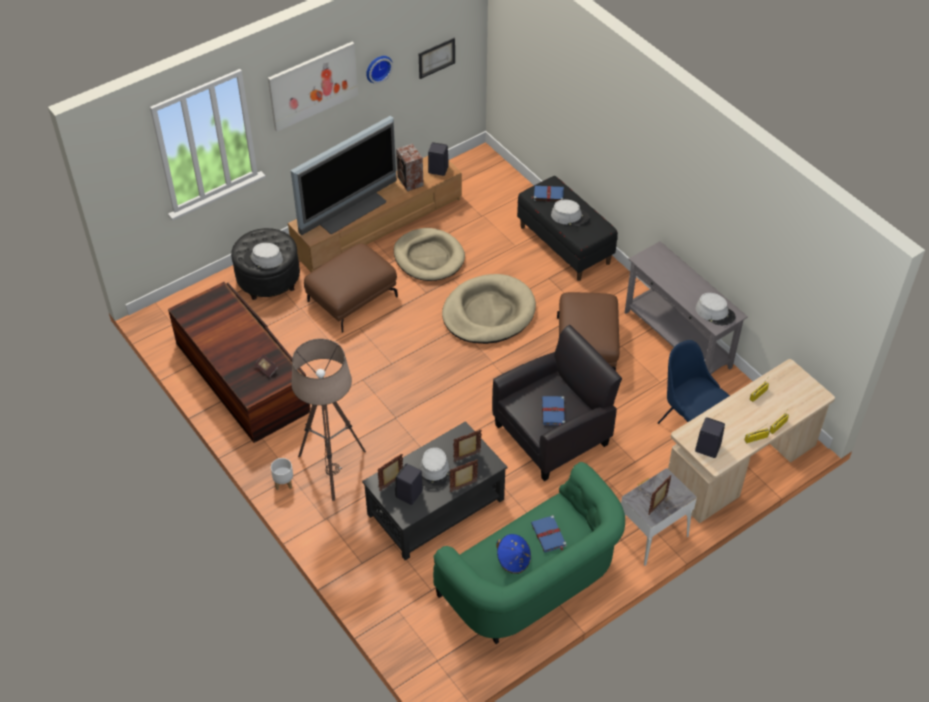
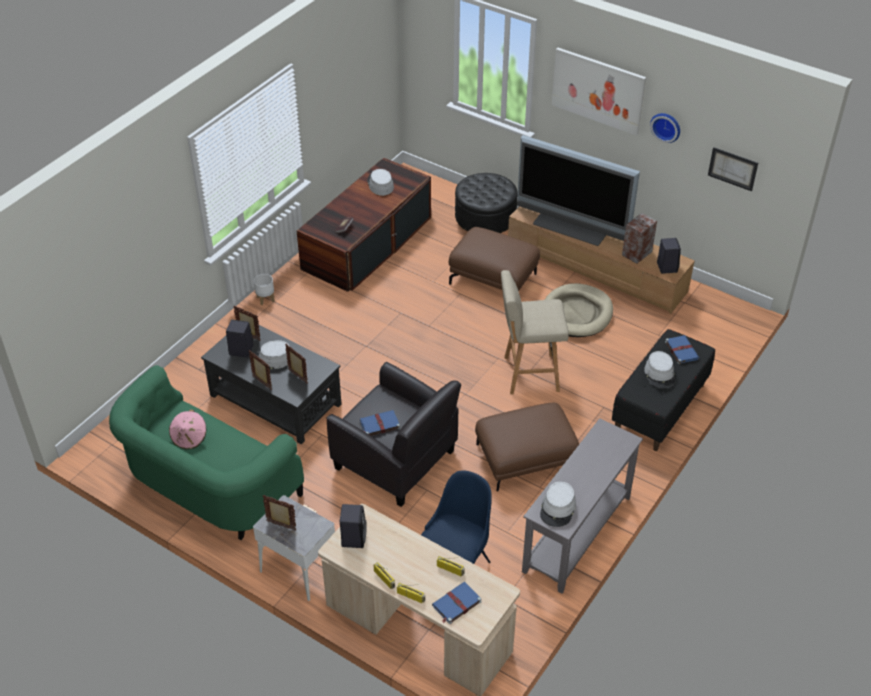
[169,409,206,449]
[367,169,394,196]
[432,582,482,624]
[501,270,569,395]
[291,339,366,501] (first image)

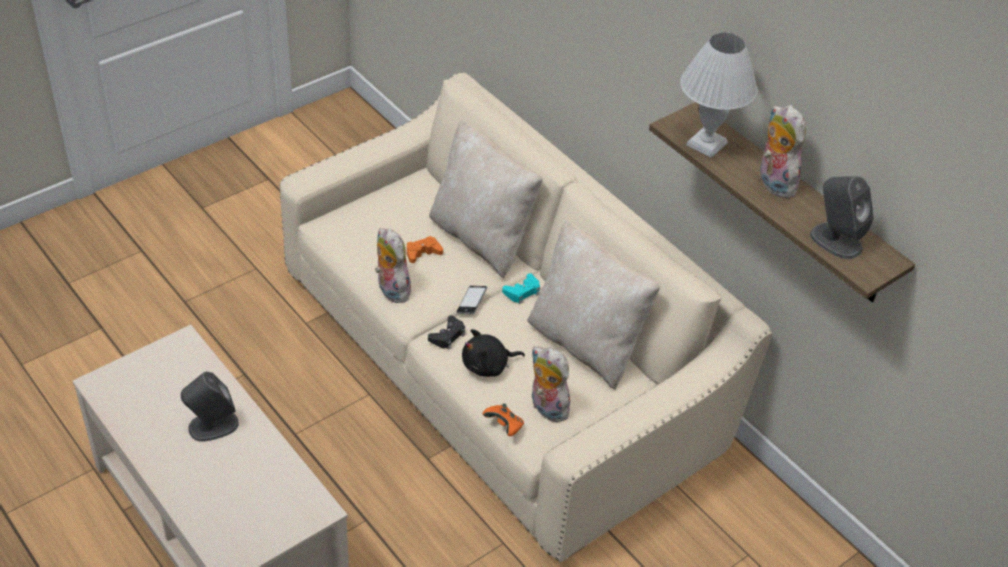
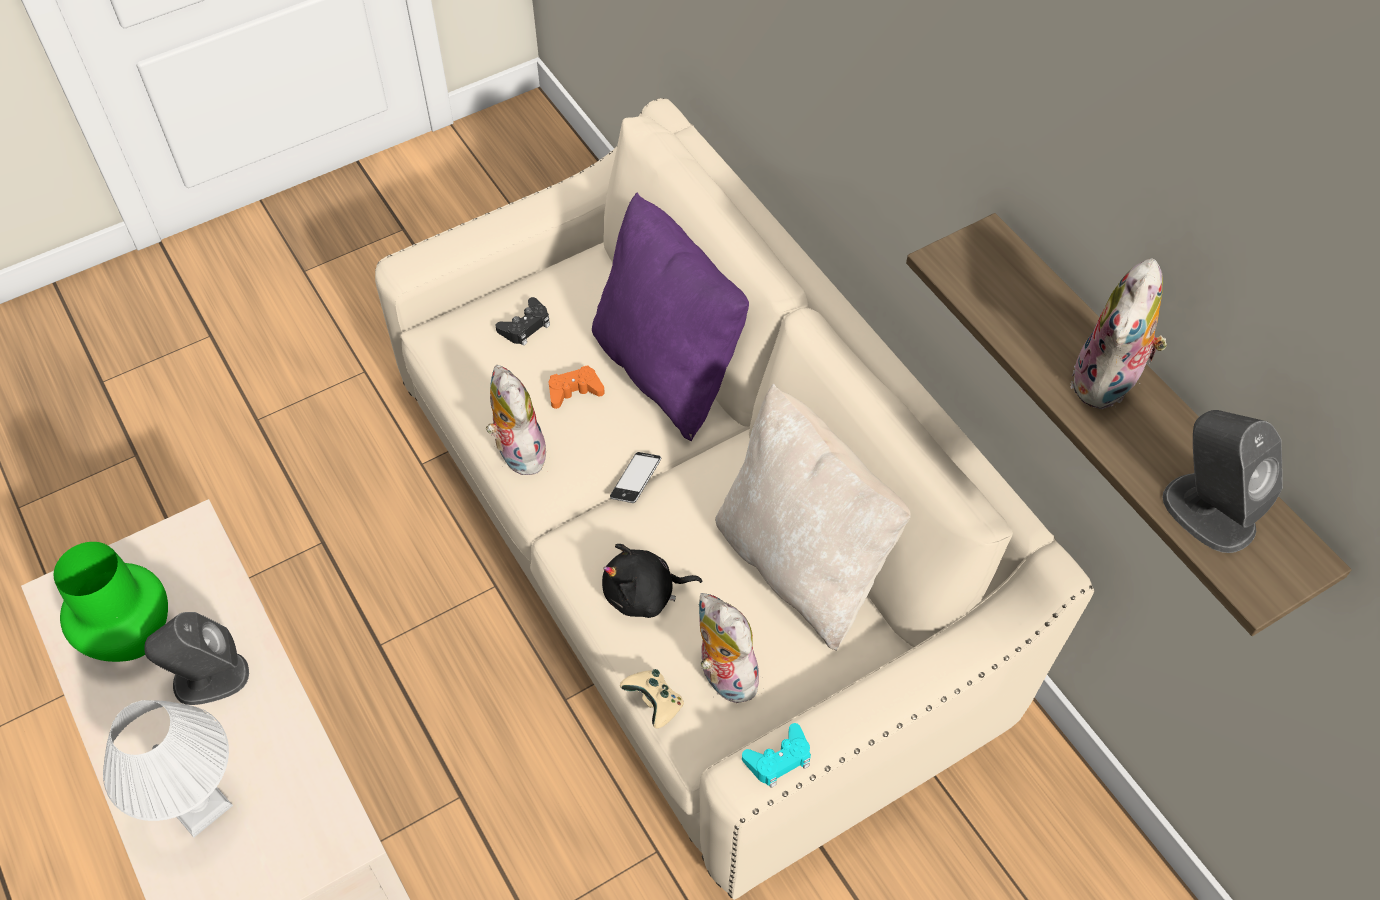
[54,542,168,662]
[103,700,233,837]
[495,297,550,346]
[592,193,749,441]
[620,669,684,728]
[742,723,811,788]
[1070,258,1167,409]

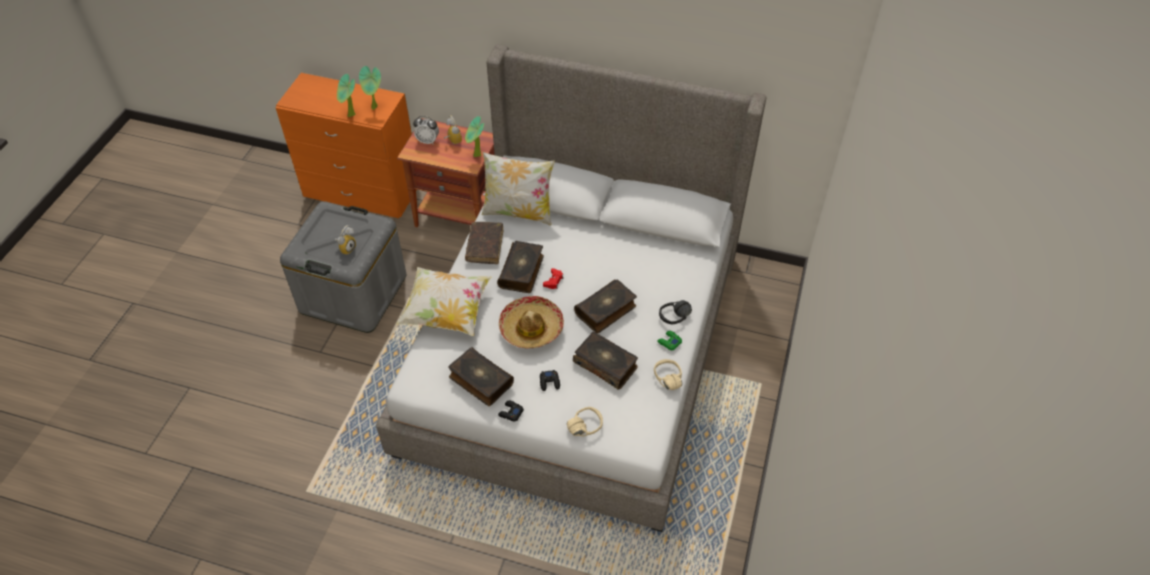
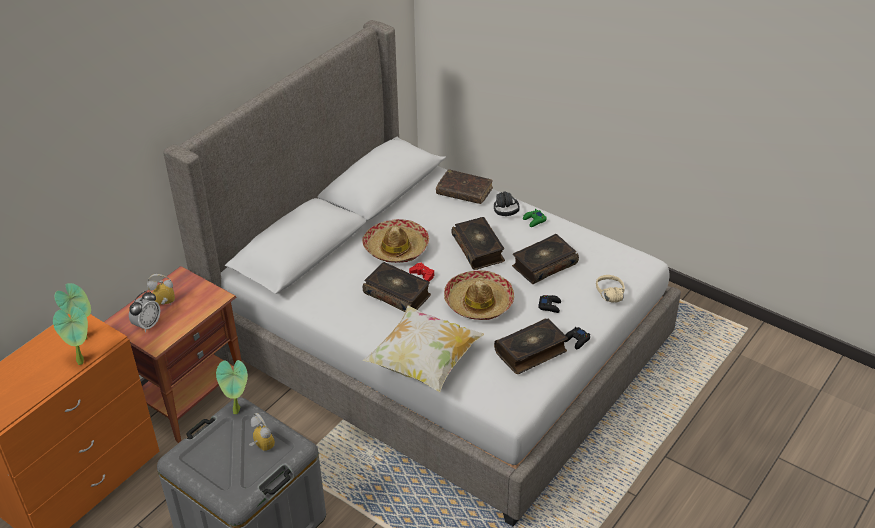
[216,360,248,414]
[362,219,429,263]
[436,169,493,204]
[482,152,555,226] (first image)
[654,359,682,390] (first image)

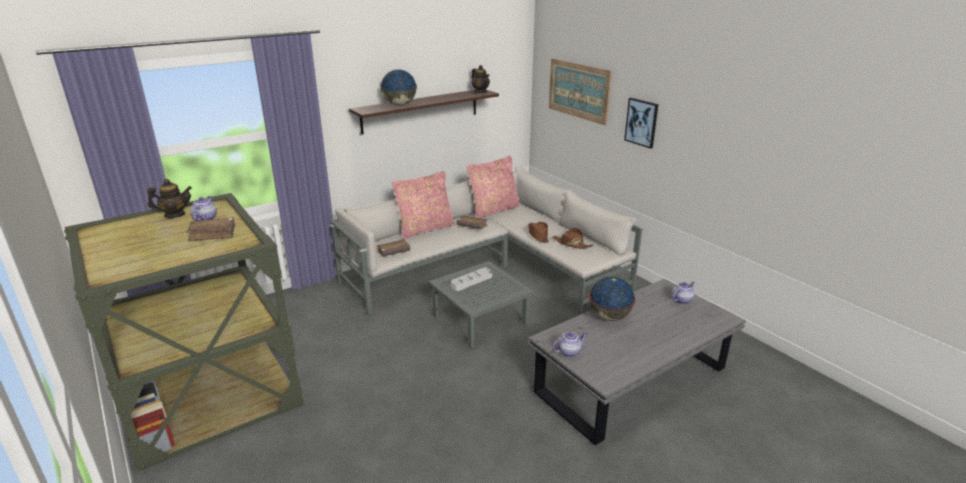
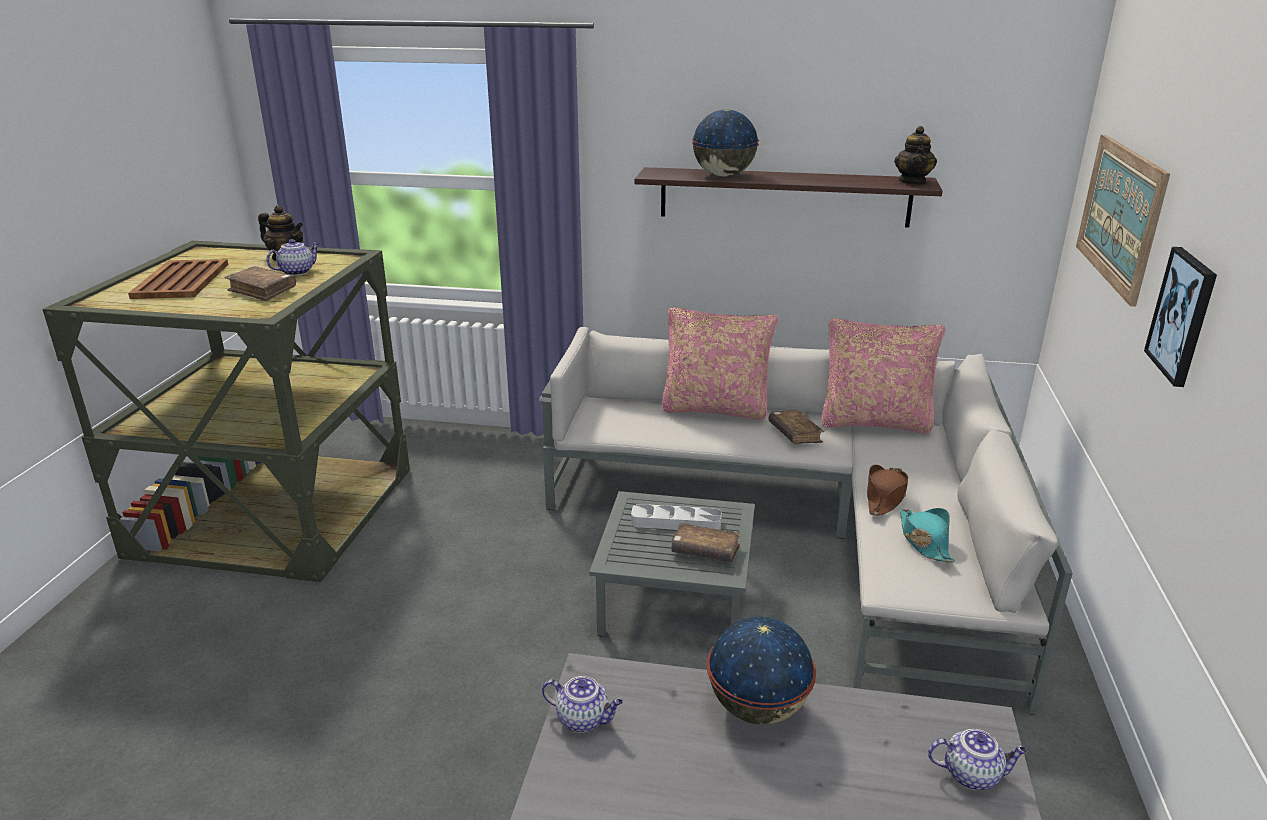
[128,259,228,299]
[671,523,741,562]
[900,508,955,563]

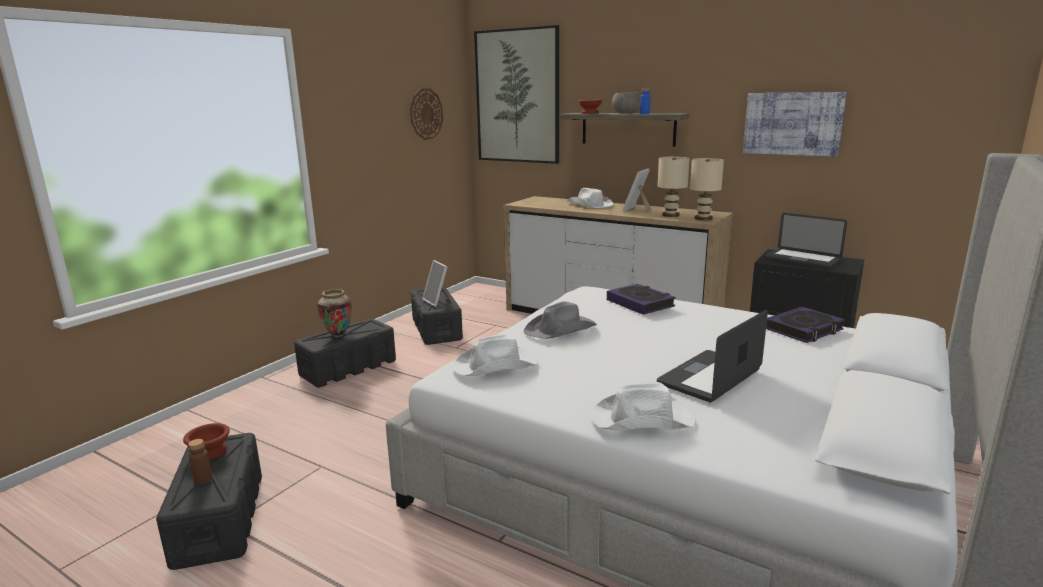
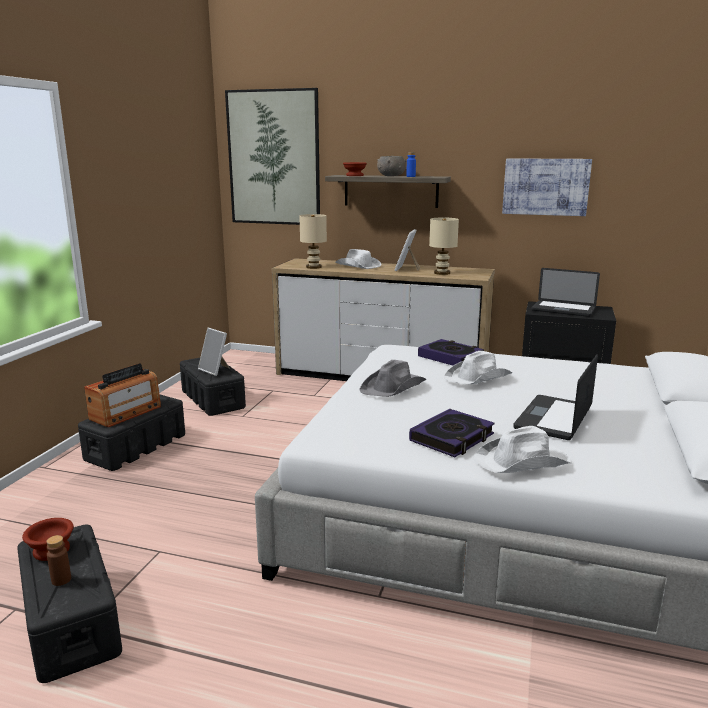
[84,363,161,427]
[299,214,327,269]
[409,409,495,457]
[444,351,512,385]
[410,88,443,140] (first image)

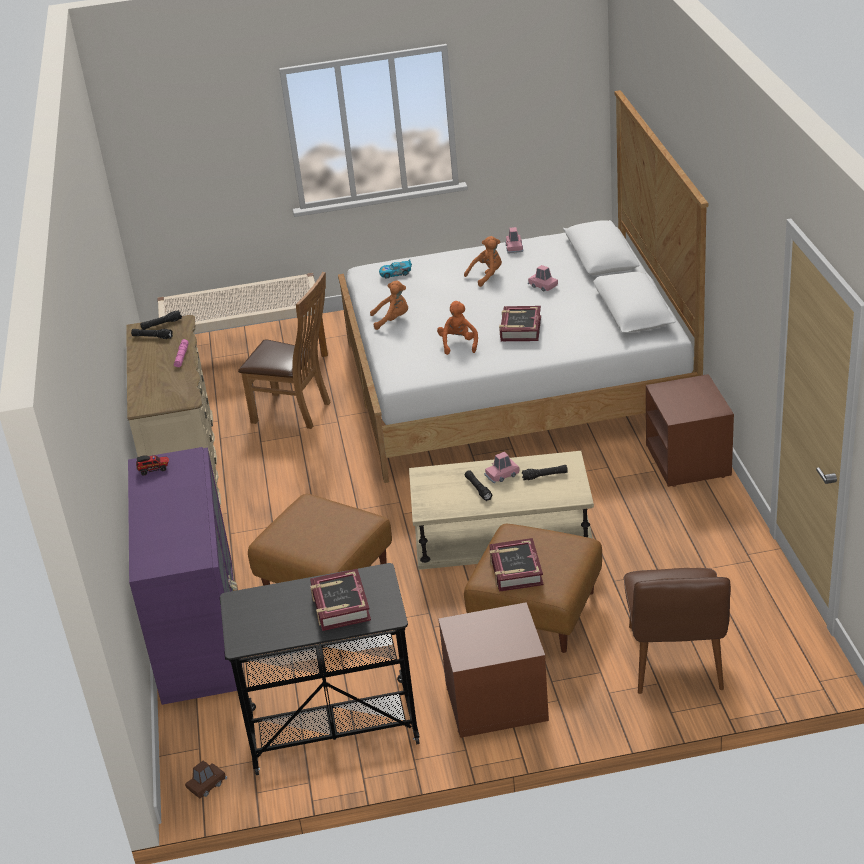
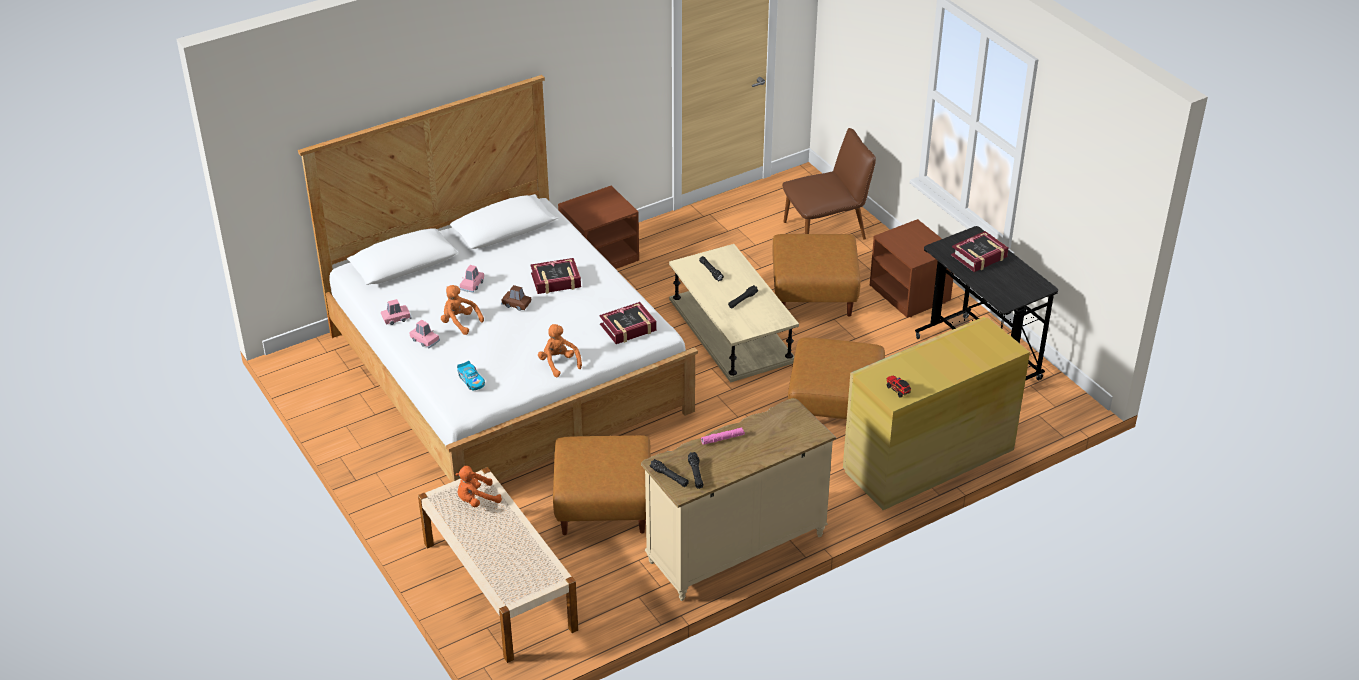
[410,320,440,349]
[455,466,502,507]
[501,285,531,311]
[553,435,651,535]
[599,302,657,344]
[843,317,1030,510]

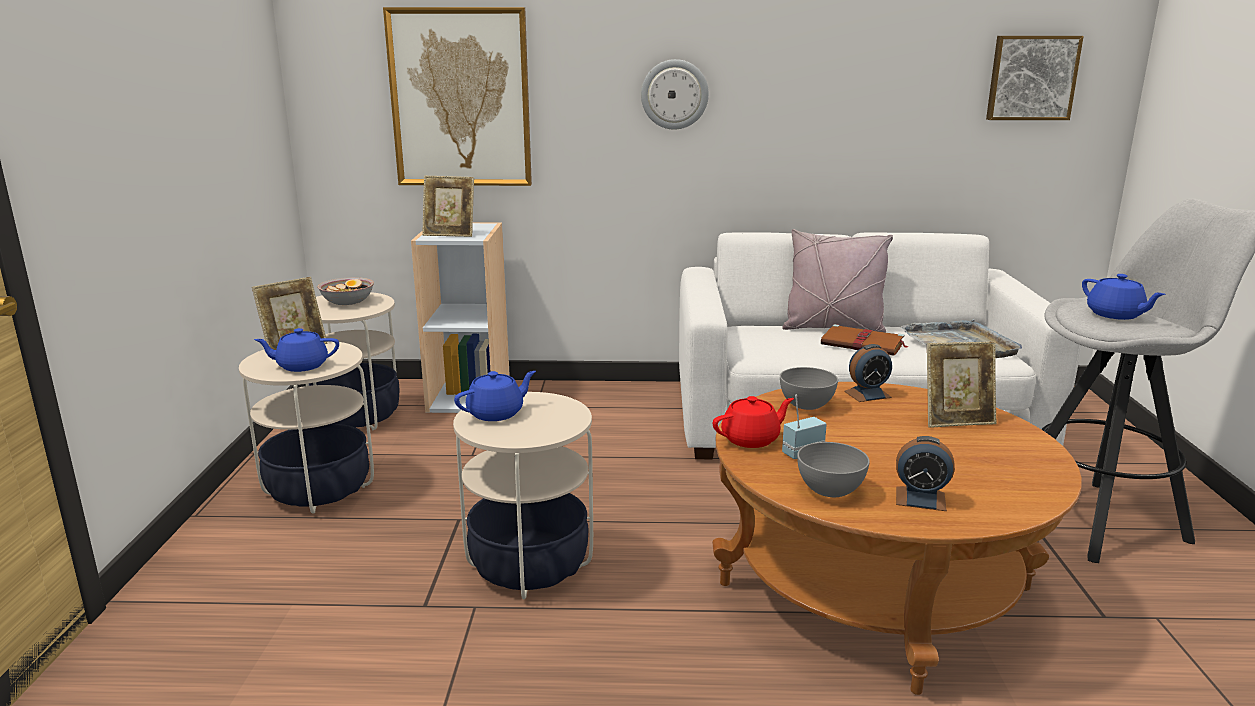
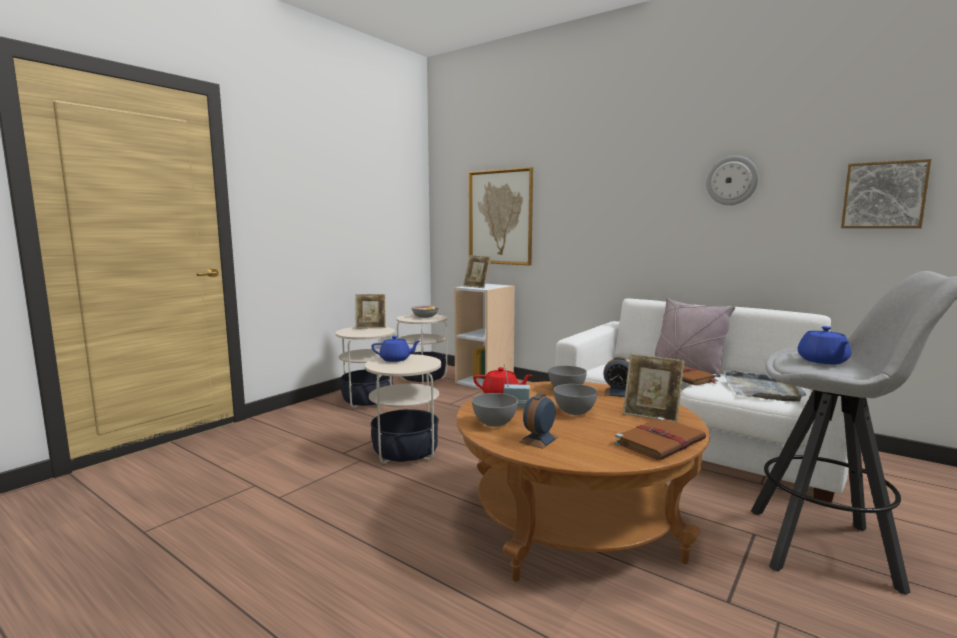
[520,394,558,449]
[554,384,598,415]
[614,417,706,460]
[706,156,758,205]
[254,328,339,372] (first image)

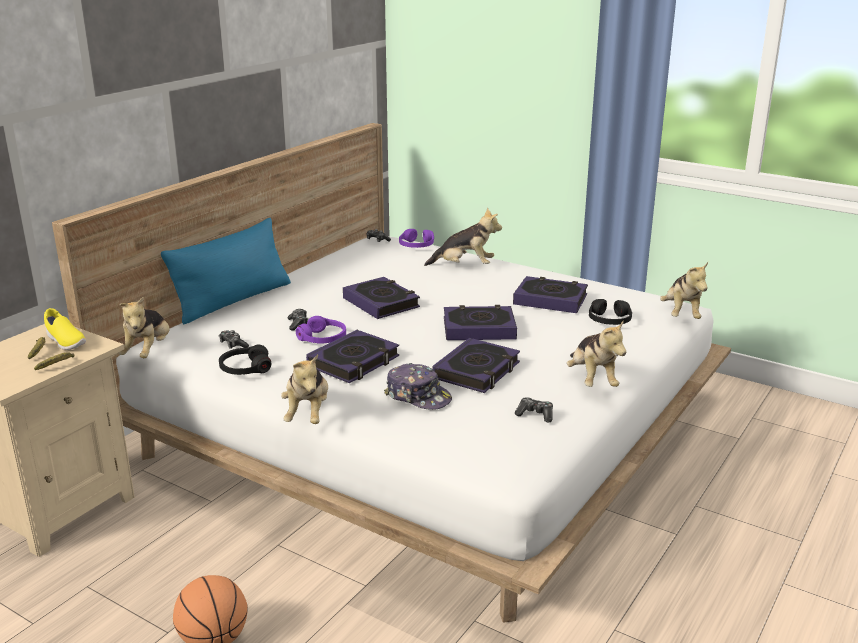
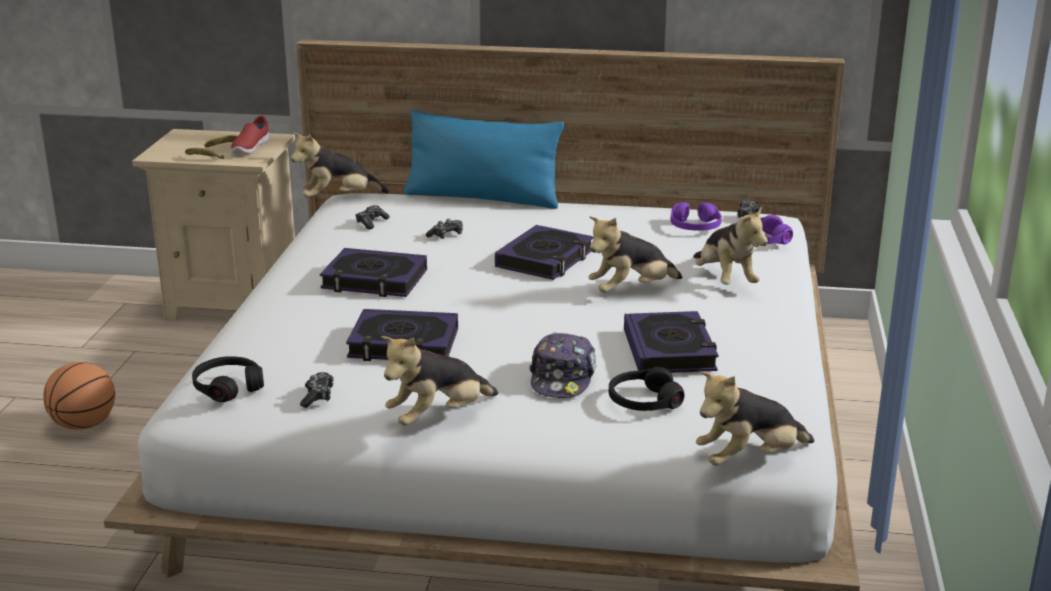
[192,356,264,402]
[231,116,270,154]
[530,332,596,398]
[588,216,683,293]
[671,202,722,230]
[444,305,517,340] (first image)

